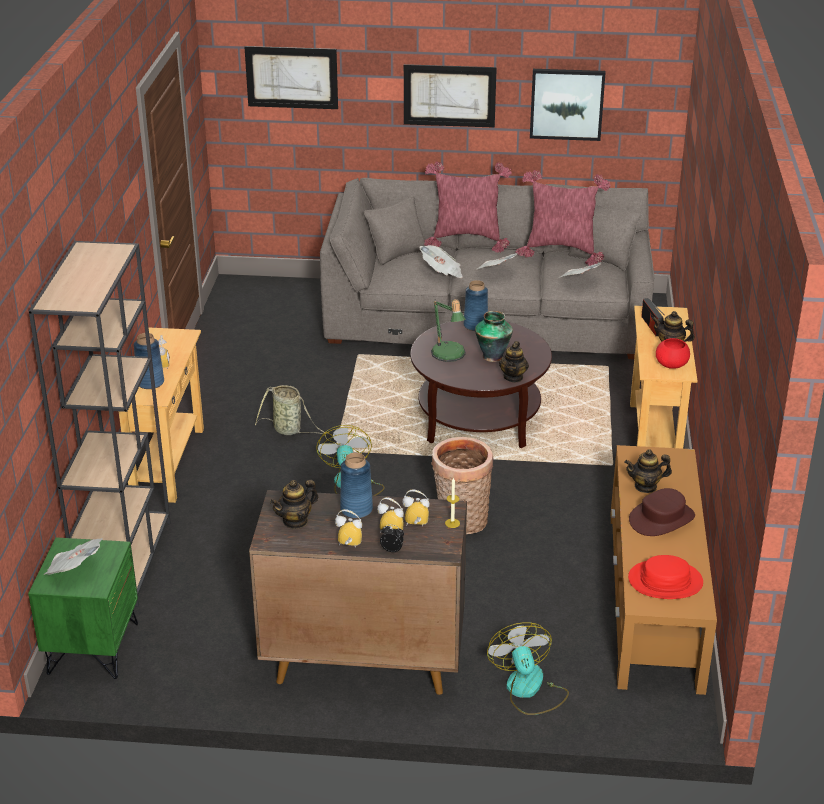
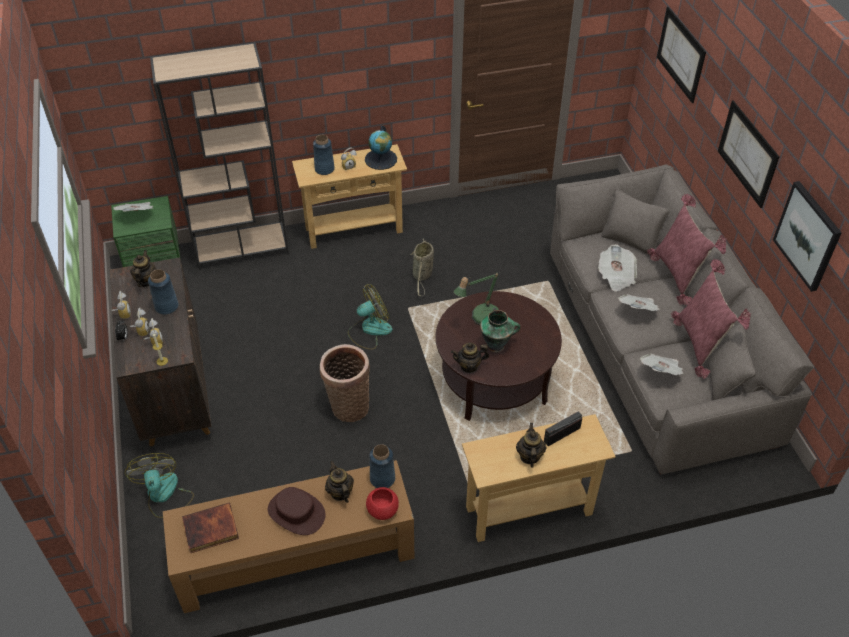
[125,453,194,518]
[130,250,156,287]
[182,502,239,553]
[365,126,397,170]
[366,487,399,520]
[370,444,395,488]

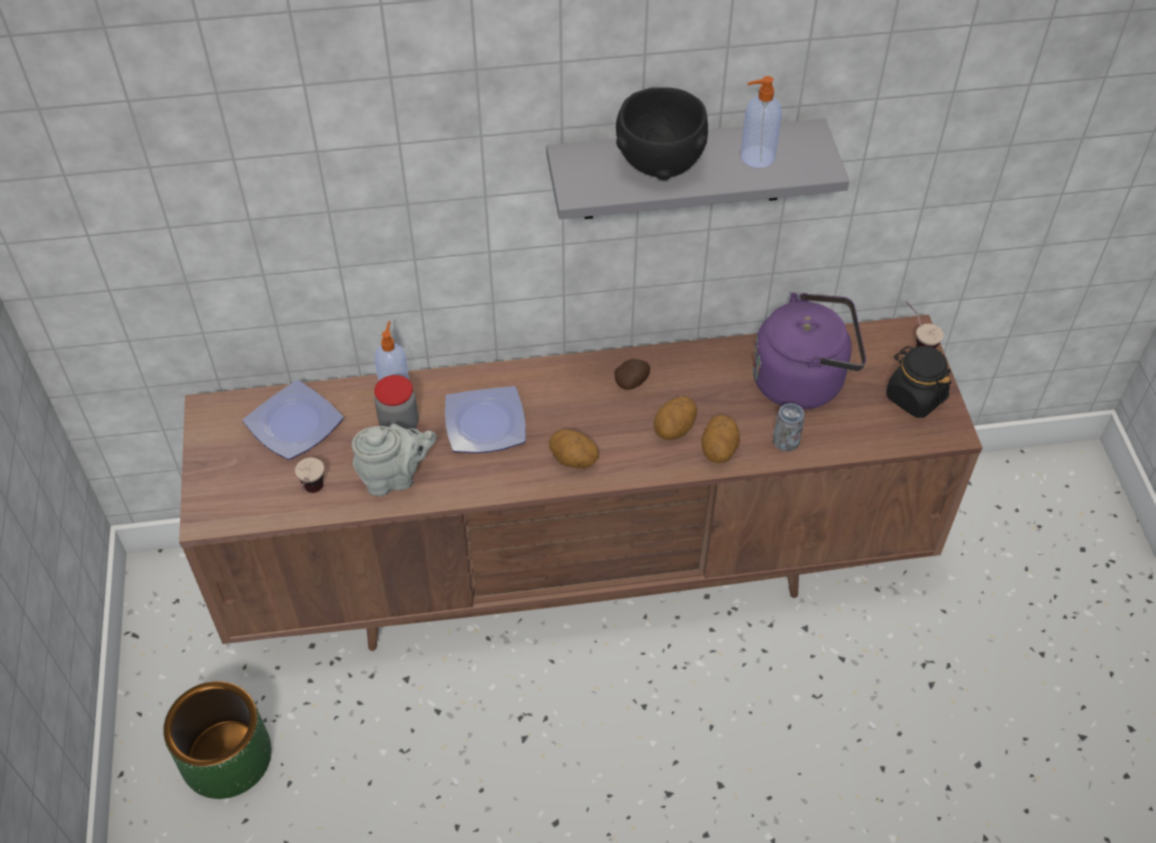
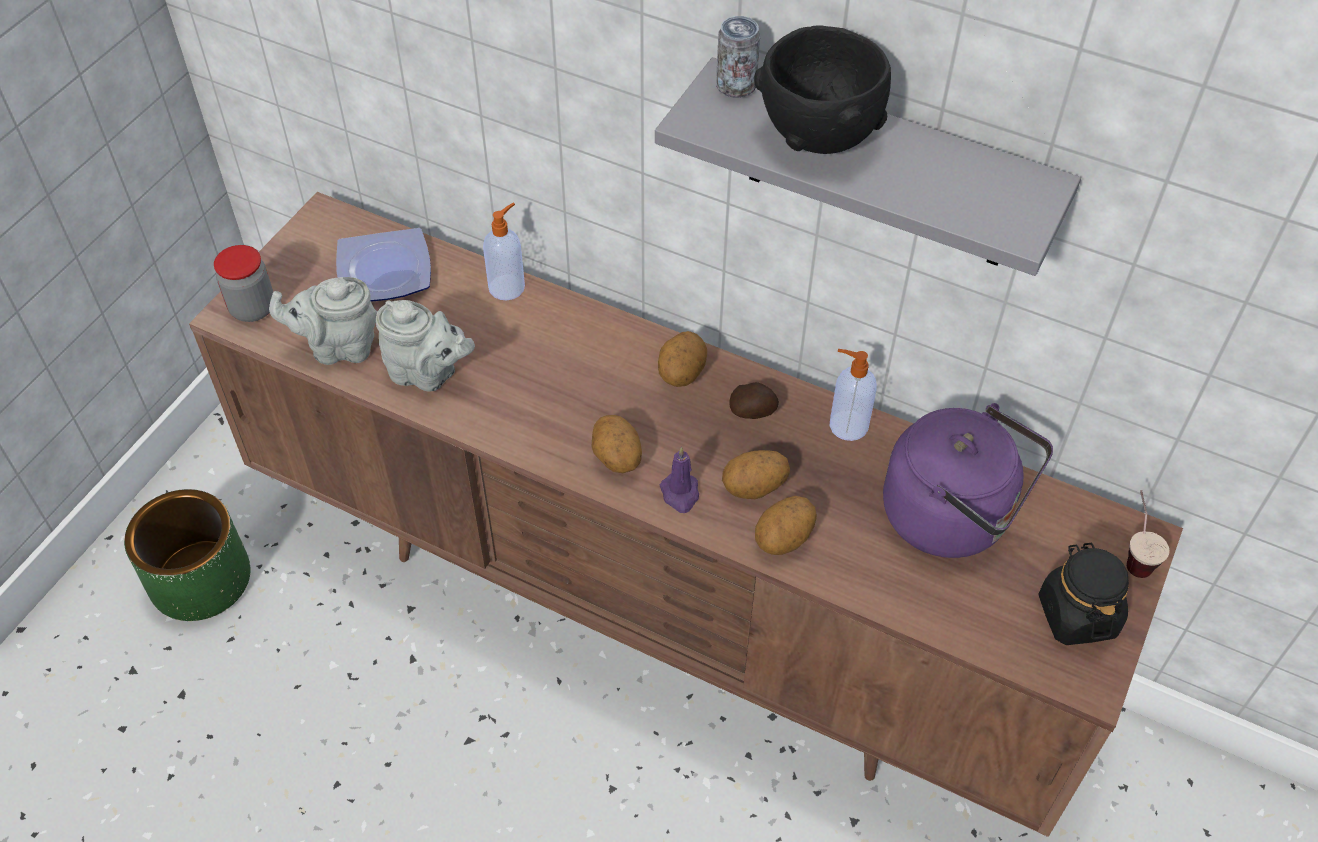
[214,245,273,322]
[269,277,377,365]
[658,331,707,387]
[660,447,699,513]
[716,16,760,98]
[830,349,877,441]
[445,386,526,453] (first image)

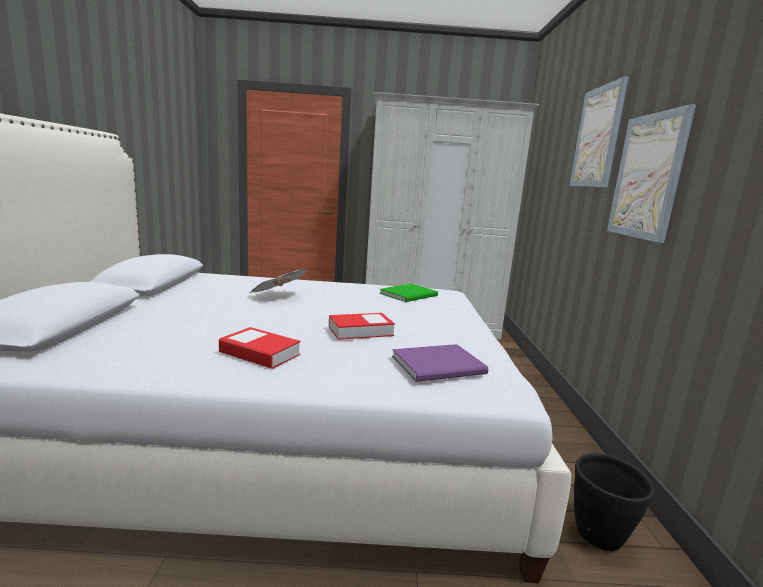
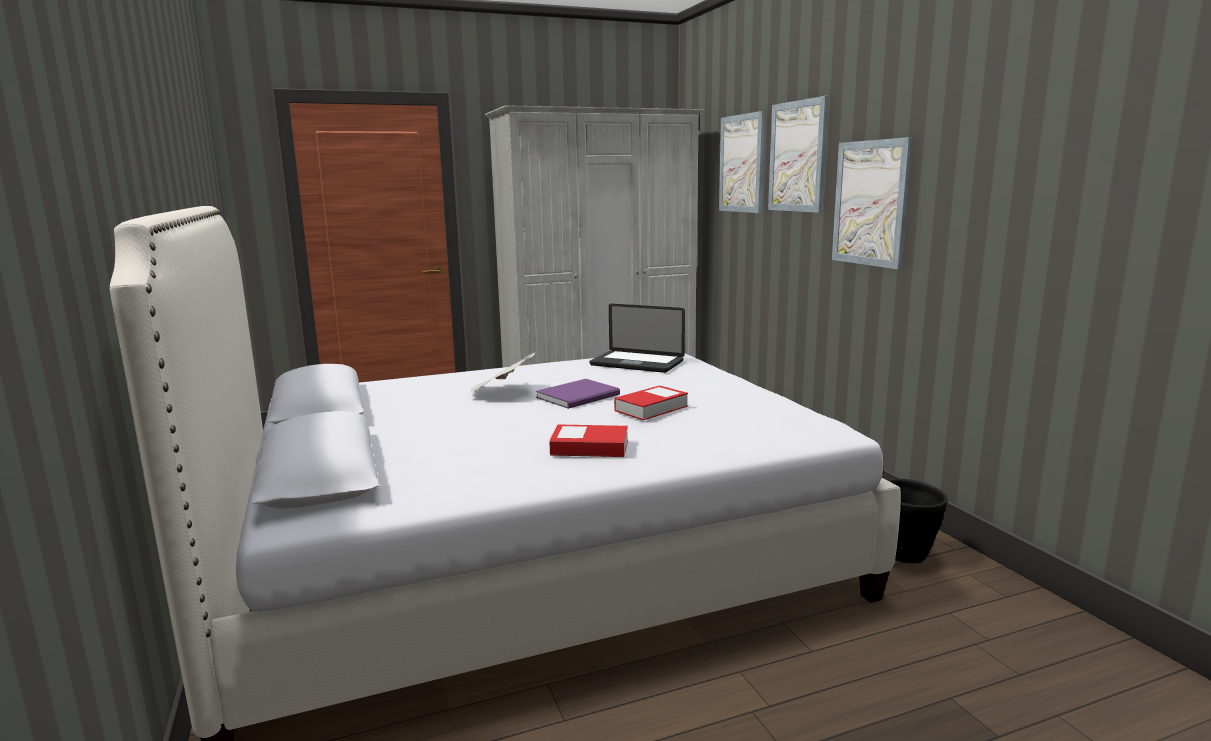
[536,379,620,409]
[590,304,685,373]
[719,111,765,213]

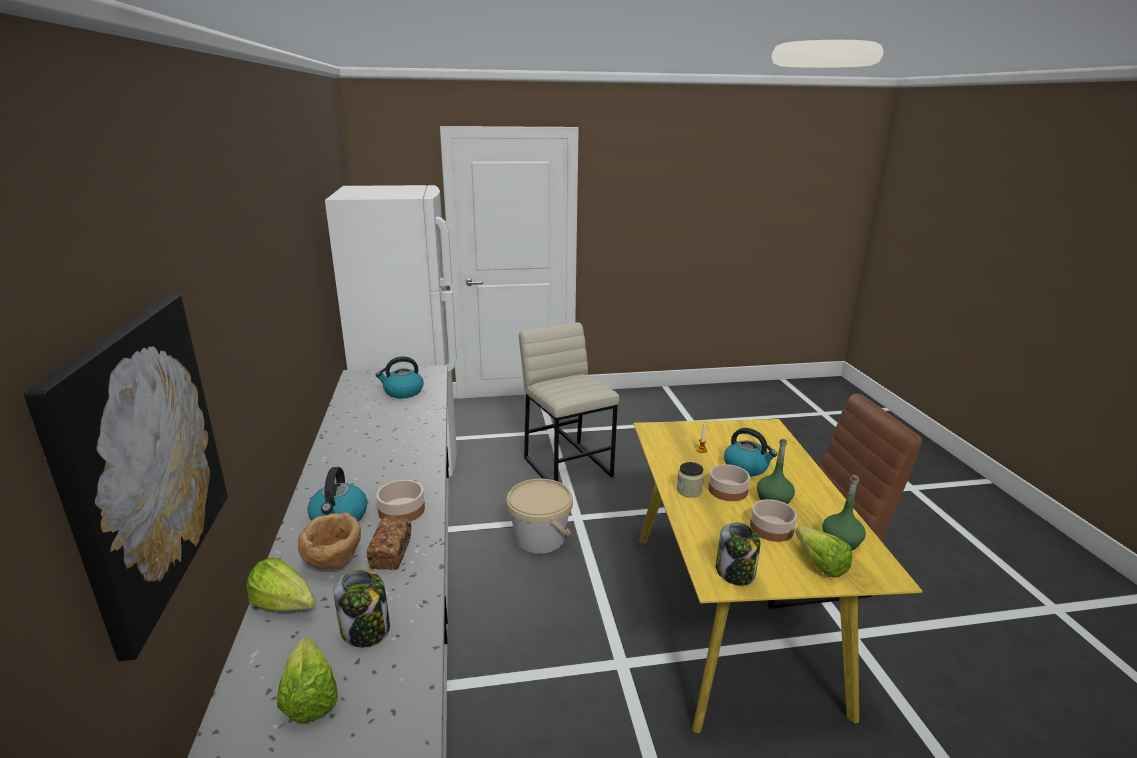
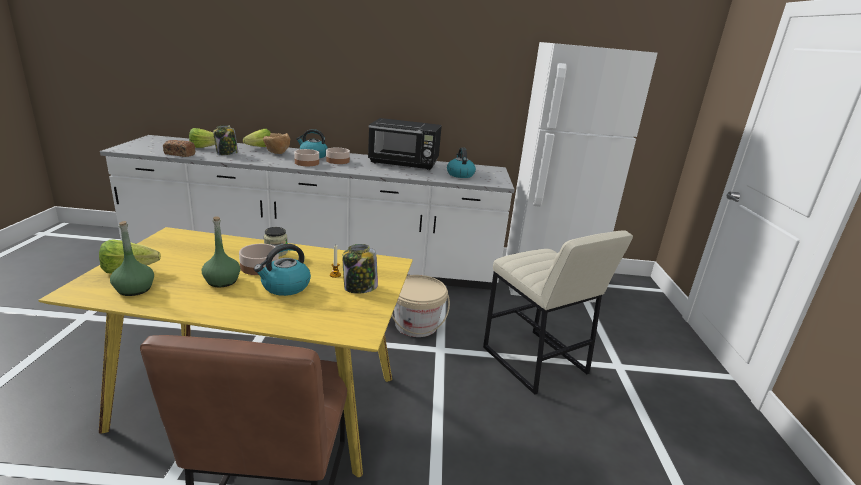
[163,140,195,157]
[326,148,350,164]
[342,244,378,294]
[368,118,442,170]
[483,230,633,395]
[24,295,228,661] (first image)

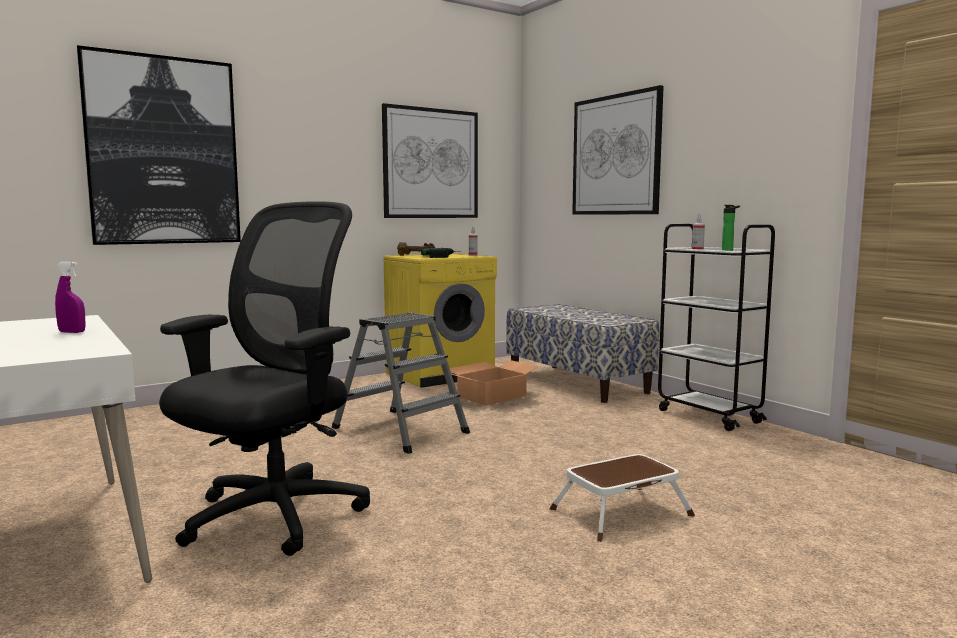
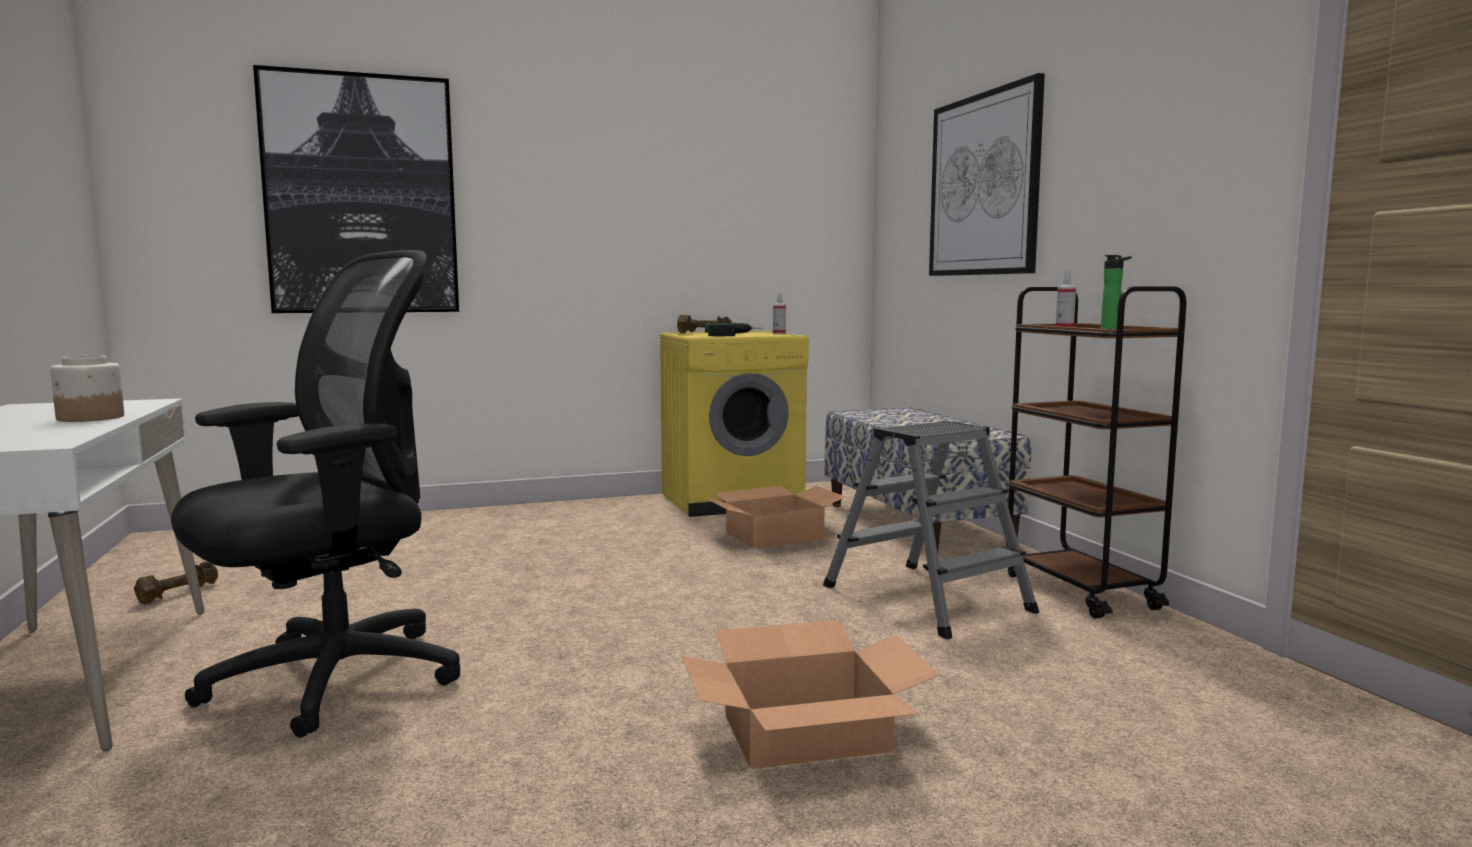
[50,355,124,422]
[134,562,218,604]
[681,620,939,769]
[823,421,1039,639]
[1008,286,1186,619]
[382,103,478,218] (first image)

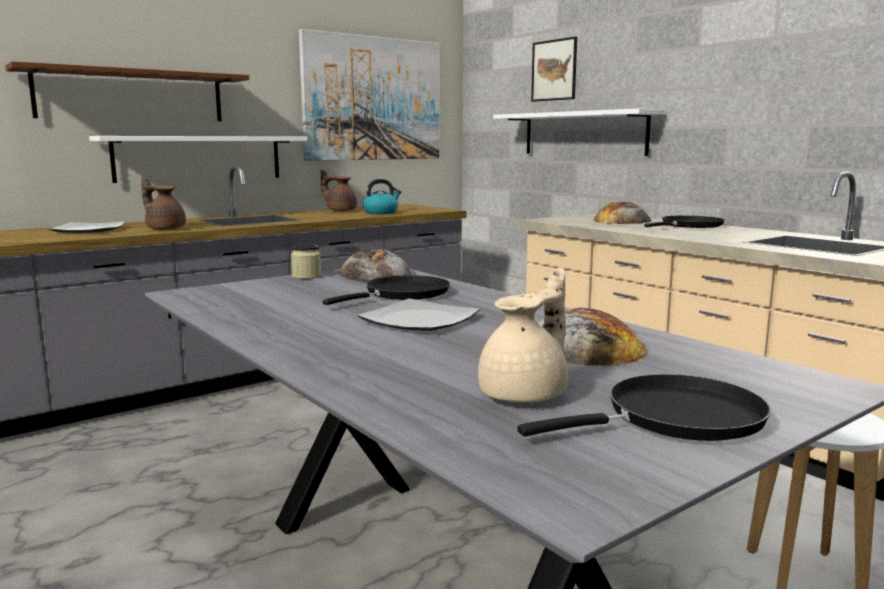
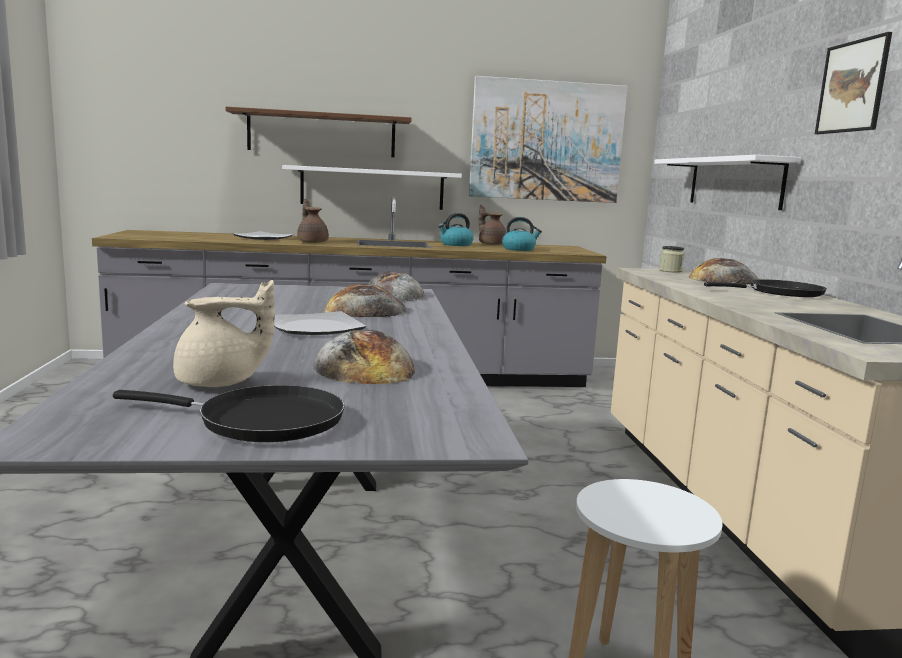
[324,284,407,317]
[438,213,474,246]
[659,246,685,273]
[815,32,892,134]

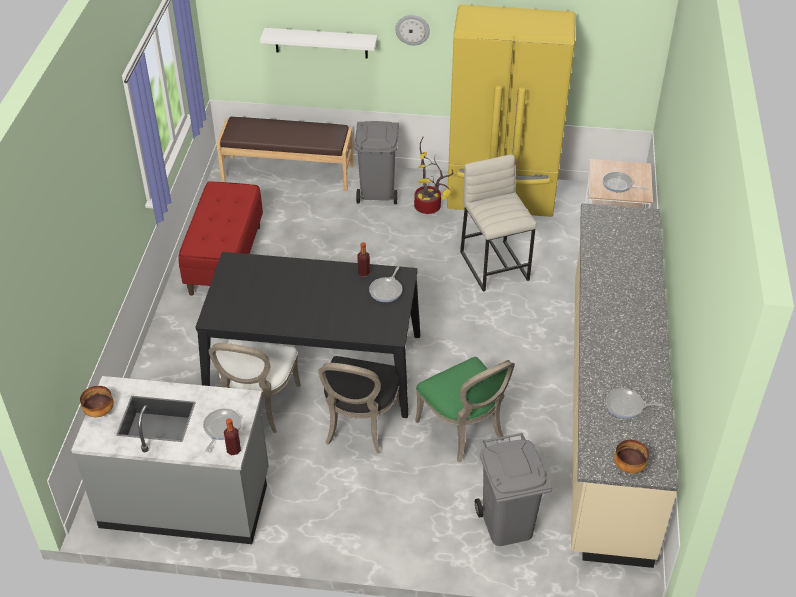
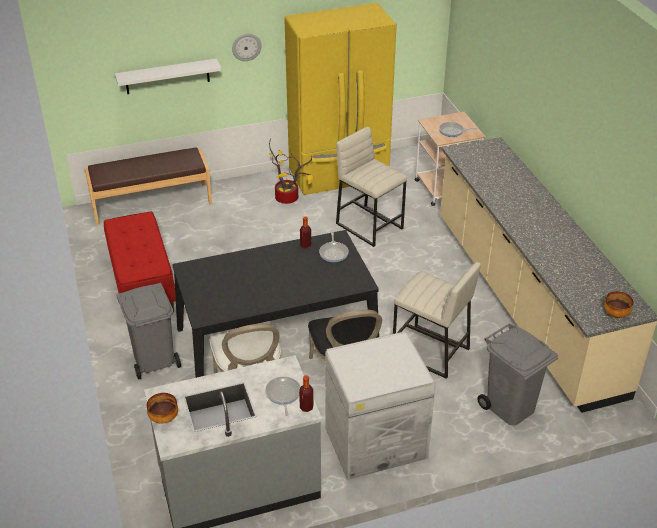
[116,283,181,380]
[325,332,436,480]
[393,262,481,379]
[606,388,664,419] (first image)

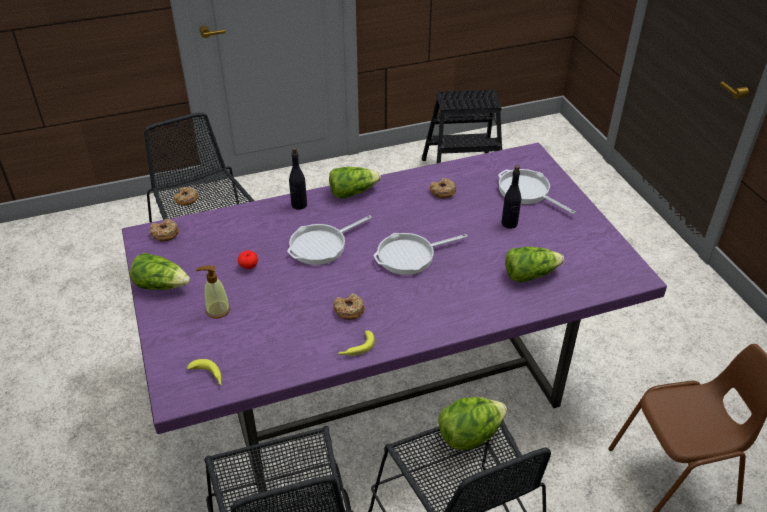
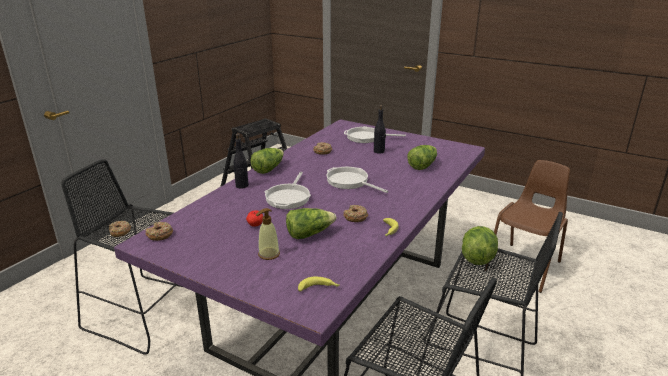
[286,208,336,239]
[327,167,388,193]

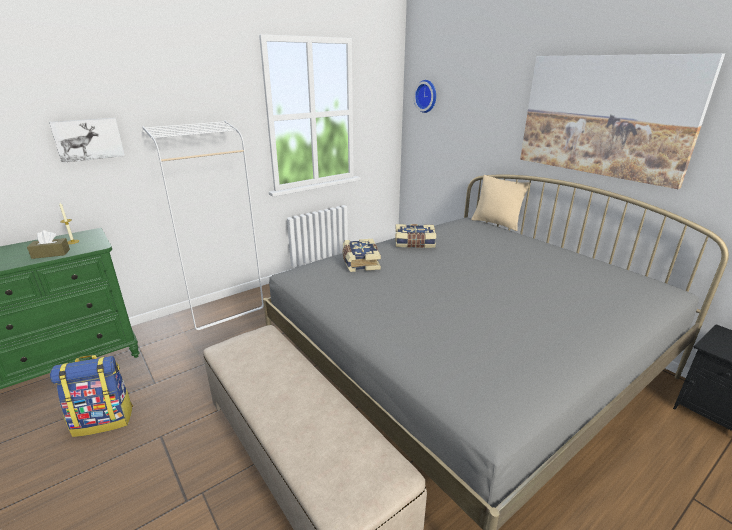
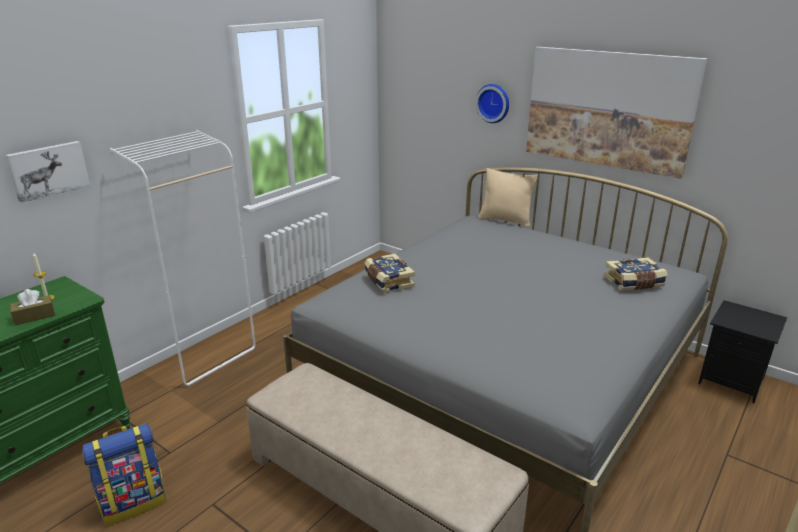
[475,84,509,123]
[604,257,668,291]

